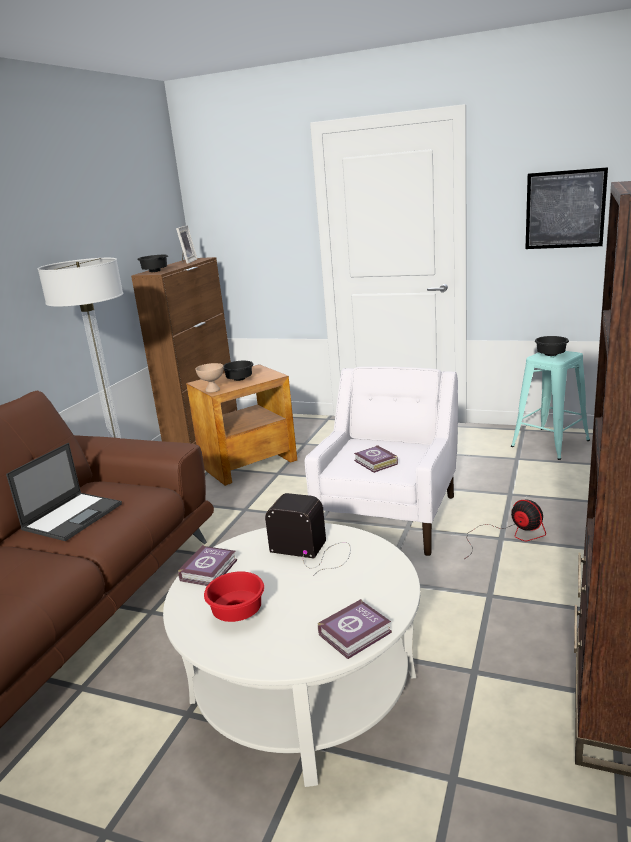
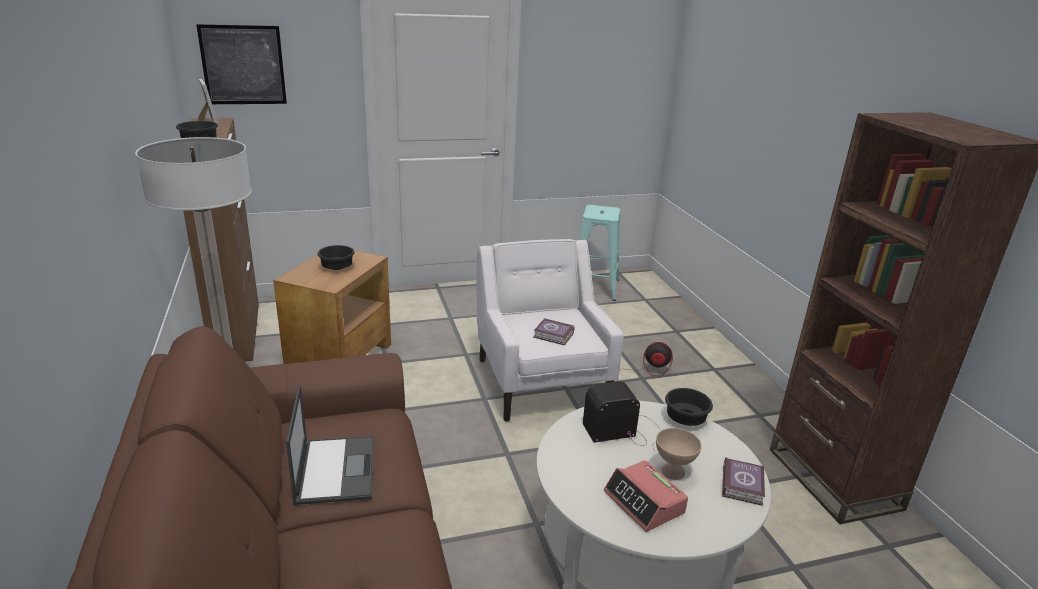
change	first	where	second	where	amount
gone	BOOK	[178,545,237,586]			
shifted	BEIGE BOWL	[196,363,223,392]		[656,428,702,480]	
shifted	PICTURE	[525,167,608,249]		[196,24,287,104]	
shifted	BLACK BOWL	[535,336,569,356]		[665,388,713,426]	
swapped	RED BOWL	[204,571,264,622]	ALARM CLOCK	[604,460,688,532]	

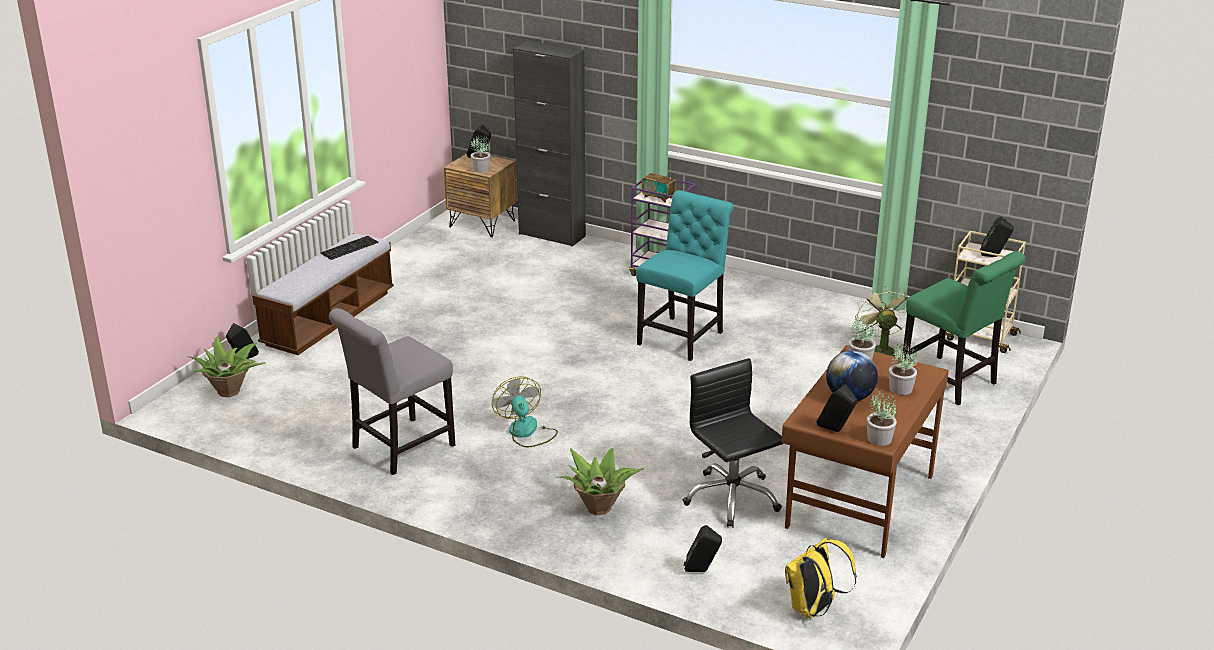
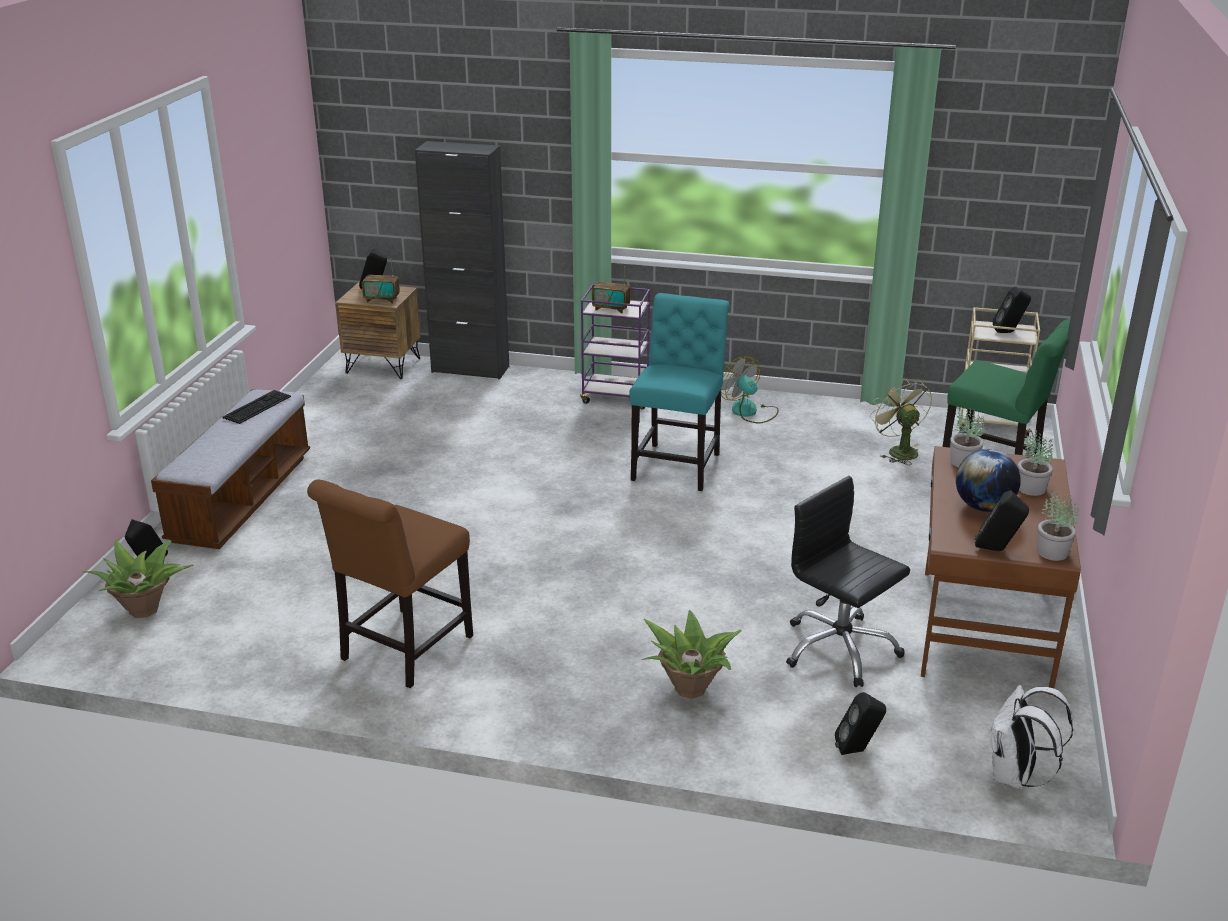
change	first	where	second	where	amount
shifted	FAN	[492,377,558,447]		[721,357,779,423]	
swapped	POTTED PLANT	[470,135,491,172]	RADIO	[362,258,400,303]	
repainted	GREY CHAIR	[329,308,455,475]	BROWN CHAIR	[307,480,473,688]	
repainted	YELLOW BACKPACK	[785,538,857,618]	WHITE BACKPACK	[990,685,1073,789]	

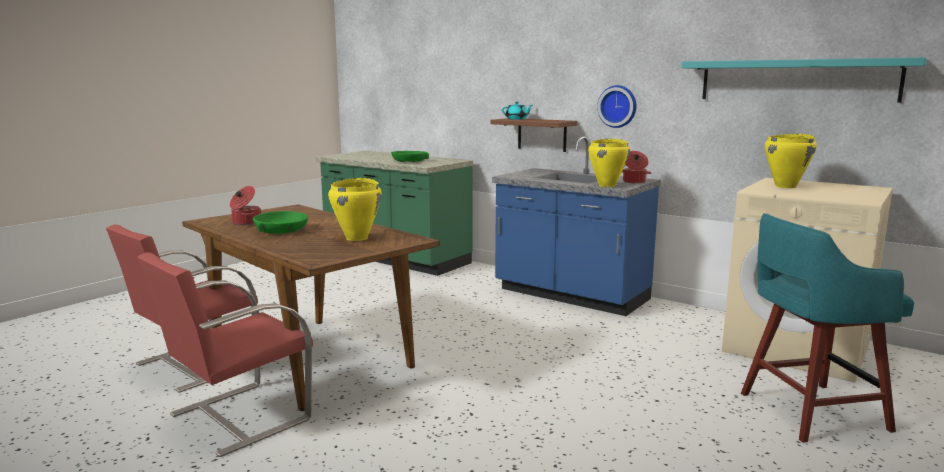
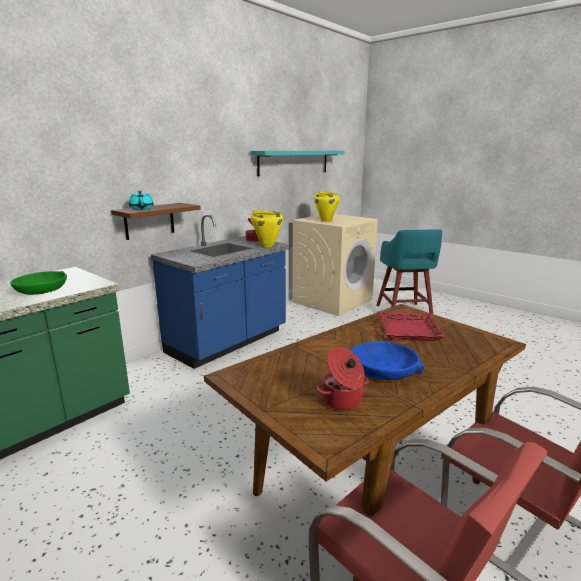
change	first	where	second	where	amount
gone	WALL CLOCK	[597,85,636,128]			
swapped	YELLOW COOKING POT	[328,178,382,241]	RED TRAY	[378,311,445,341]	
repainted	GREEN BOWL	[253,211,308,234]	BLUE BOWL	[351,341,424,380]	

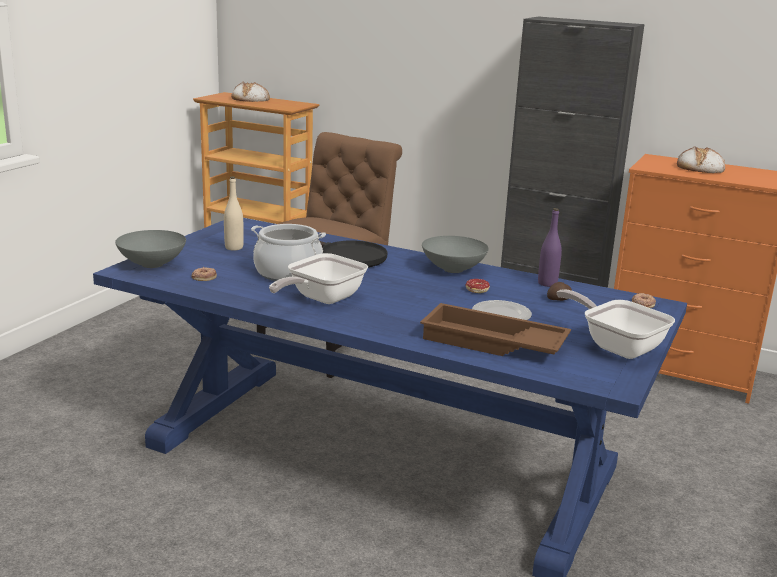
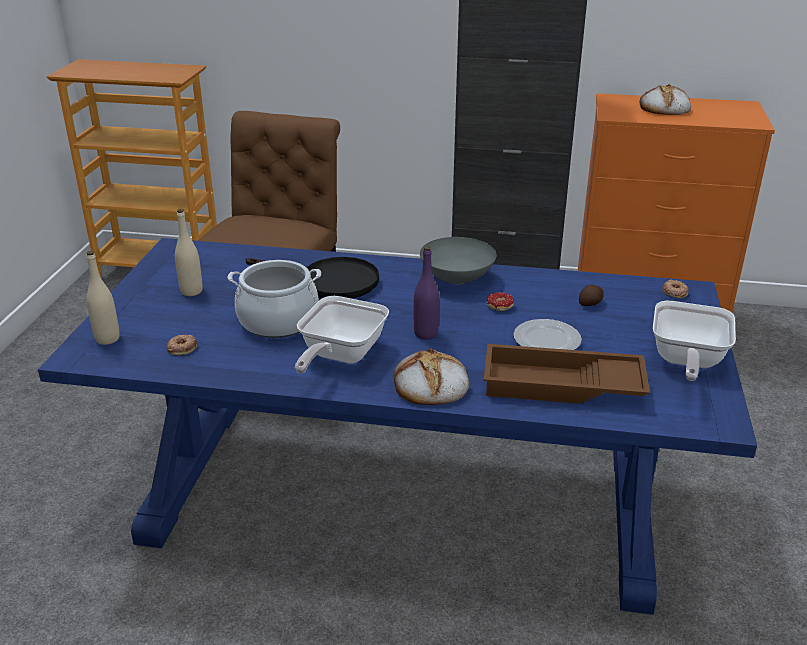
change	first	where	second	where	amount
shifted	BREAD	[231,82,270,102]		[394,348,469,405]	
shifted	PURPLE BOTTLE	[538,208,562,287]		[414,247,439,340]	
swapped	GREY BOWL	[115,230,186,268]	BEIGE BOTTLE	[86,251,120,345]	
rotated	FRYING PAN	[556,289,675,359]		[653,301,736,381]	105 degrees counterclockwise

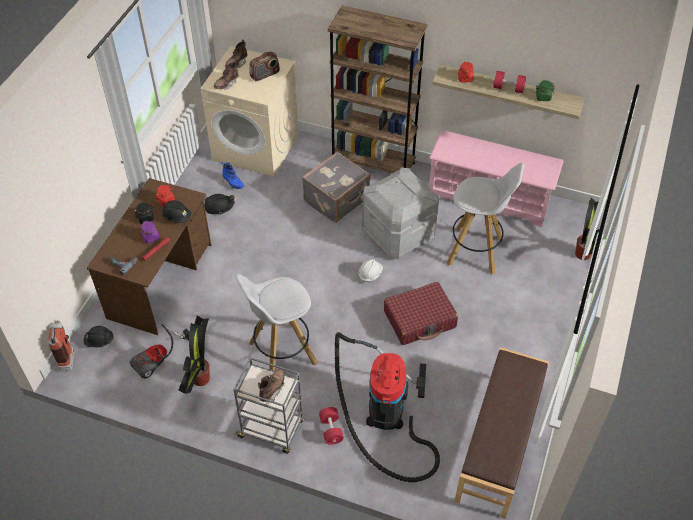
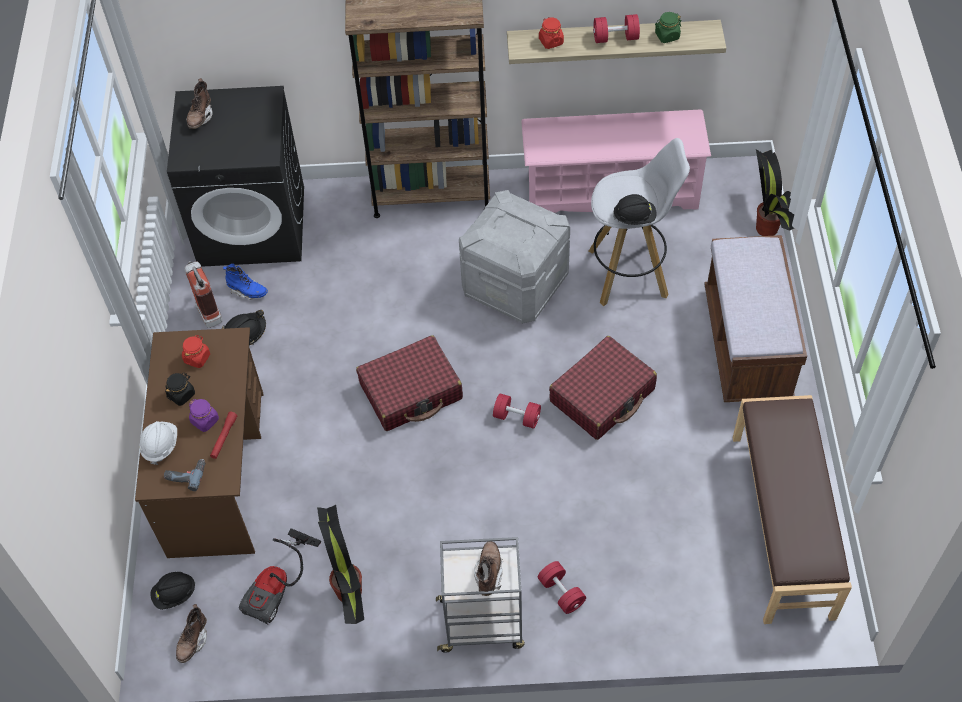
change	first	where	second	where	amount
gone	WHITE STOOL	[235,274,317,371]			
gone	RADIO	[249,52,280,81]			
gone	GREY SUITCASE	[302,152,371,223]			
gone	VACUUM CLEANER	[335,332,440,482]			
new			RED SUITCASE	[356,335,463,431]	
new			RED DUMBBELL	[493,393,541,429]	
new			BROWN BENCH	[704,235,807,402]	
shifted	FIRE EXTINGUISHER	[48,320,74,371]		[184,261,223,328]	
shifted	BLACK HARD HAT	[162,201,191,223]		[613,194,657,225]	
shifted	BROWN BOOT	[214,60,239,89]		[176,604,207,663]	
shifted	WHITE HARD HAT	[359,259,383,284]		[140,421,177,465]	
repainted	BEIGE WASHING MACHINE	[201,46,298,177]	BLACK WASHING MACHINE	[167,86,304,267]	

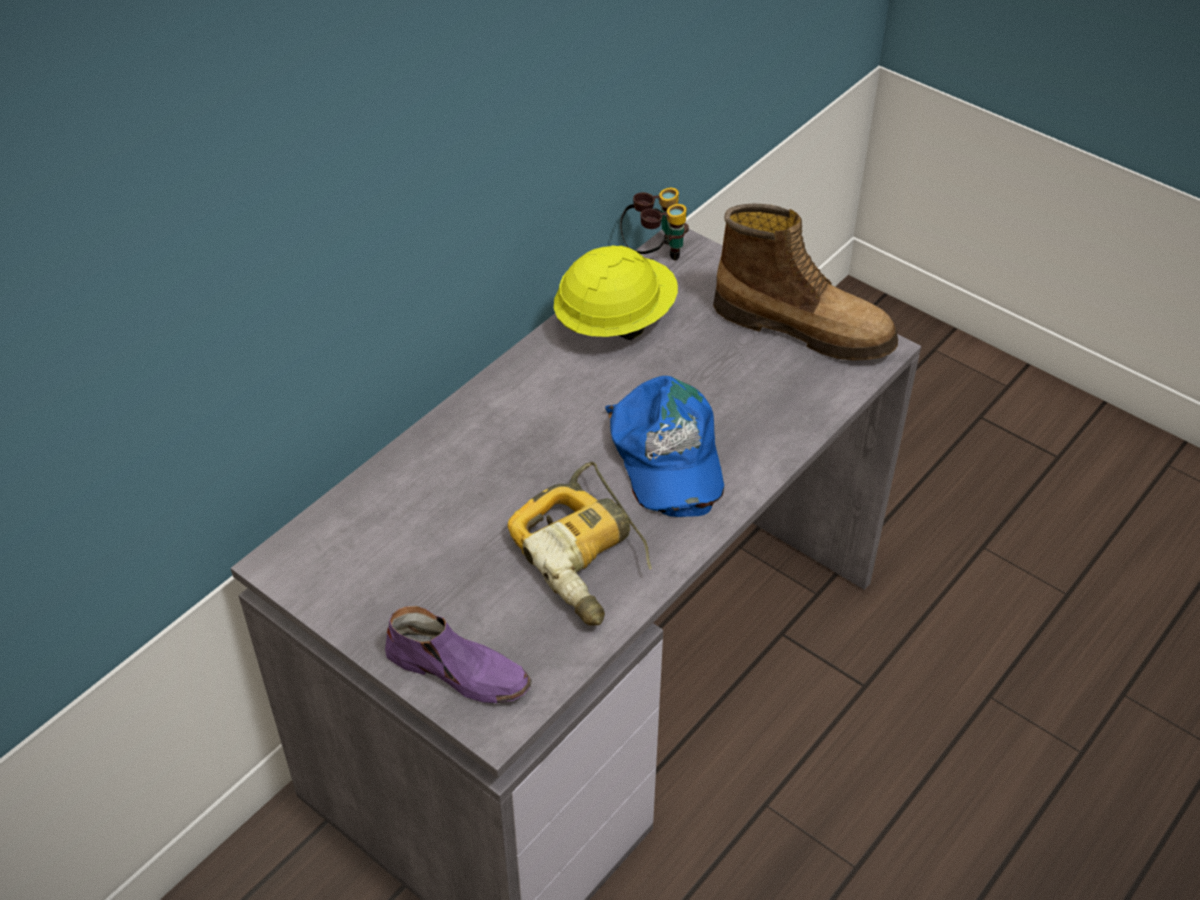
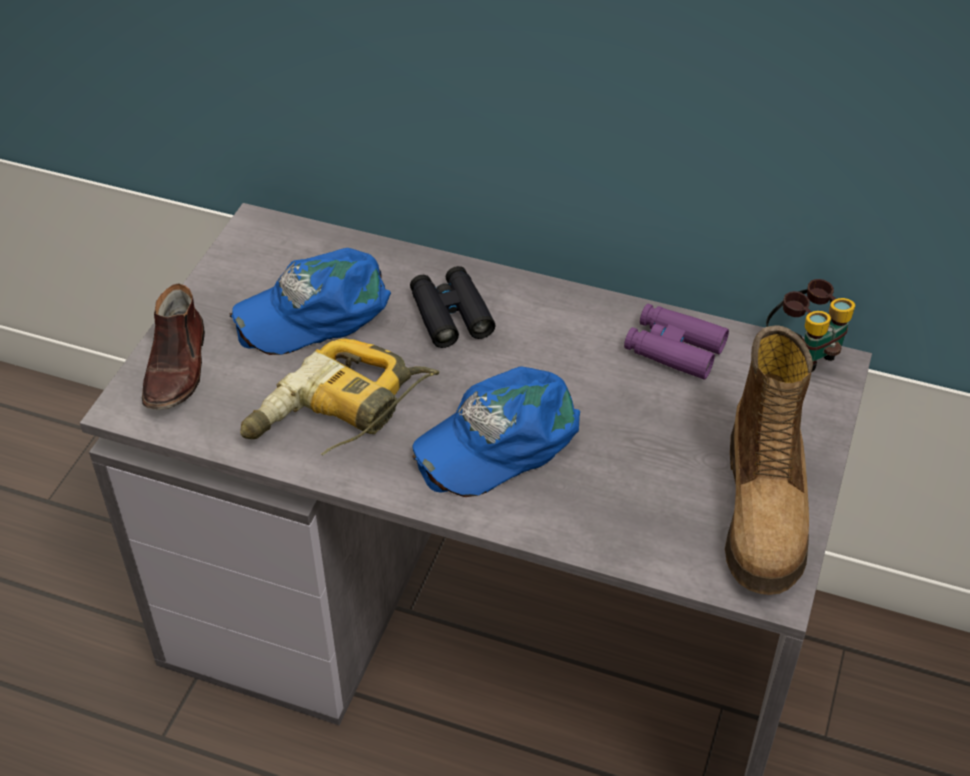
change	first	where	second	where	amount
new			BLUE CAP	[229,248,391,355]	
new			BLACK BINOCULARS	[410,266,496,348]	
swapped	YELLOW HARD HAT	[554,245,678,340]	PURPLE BINOCULARS	[624,304,729,379]	
repainted	PURPLE SHOE	[385,606,532,703]	BROWN SHOE	[142,283,205,410]	

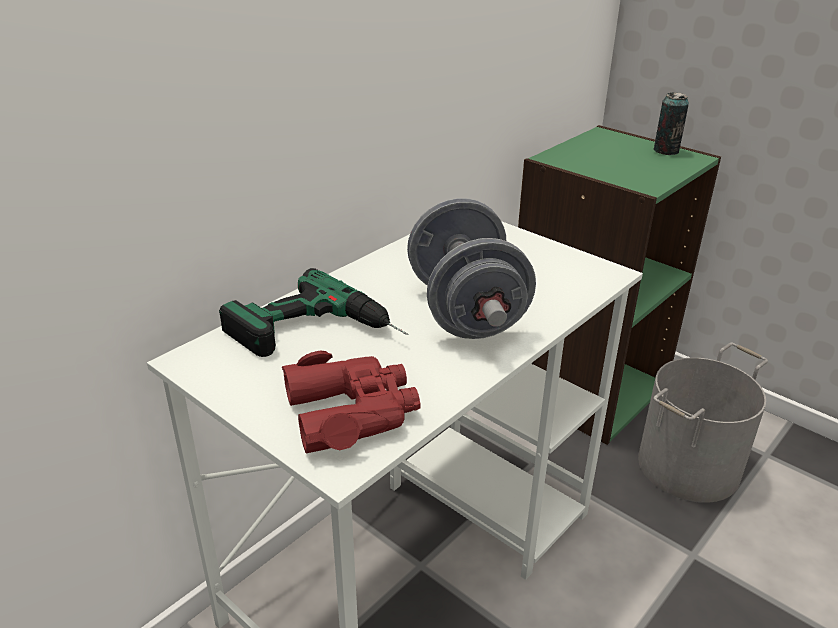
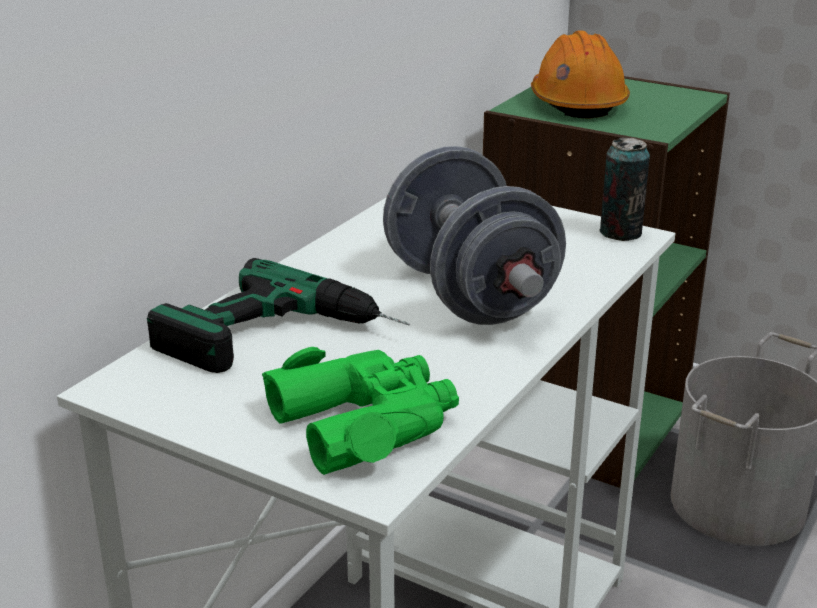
change	first	where	second	where	amount
new			ORANGE HARD HAT	[531,31,630,119]	
shifted	CAN	[654,92,689,155]		[599,137,650,241]	
repainted	RED BINOCULARS	[282,351,421,453]	GREEN BINOCULARS	[262,347,459,475]	

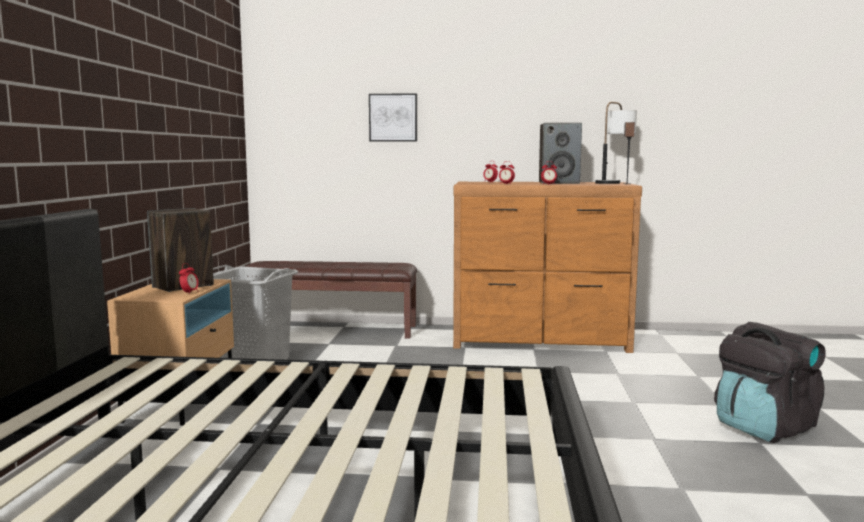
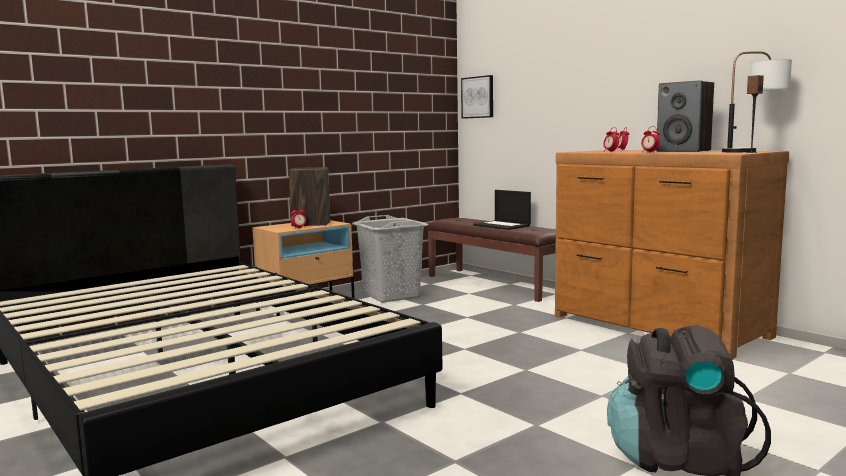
change	first	where	second	where	amount
new			LAPTOP	[473,190,531,230]	
shifted	PICTURE	[369,93,417,142]		[461,75,493,119]	

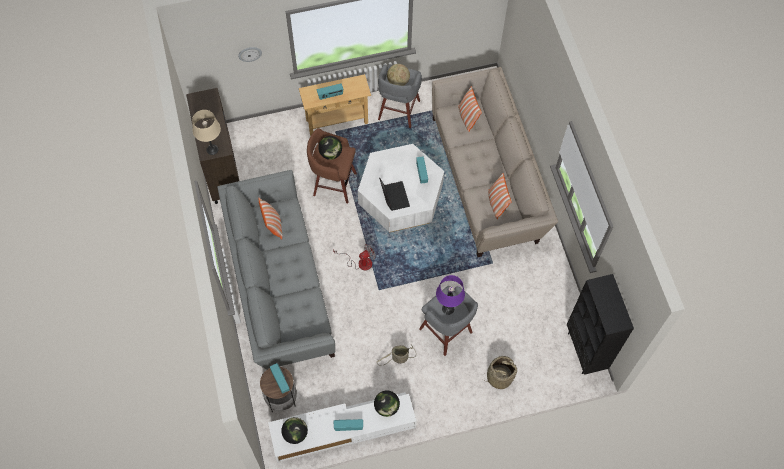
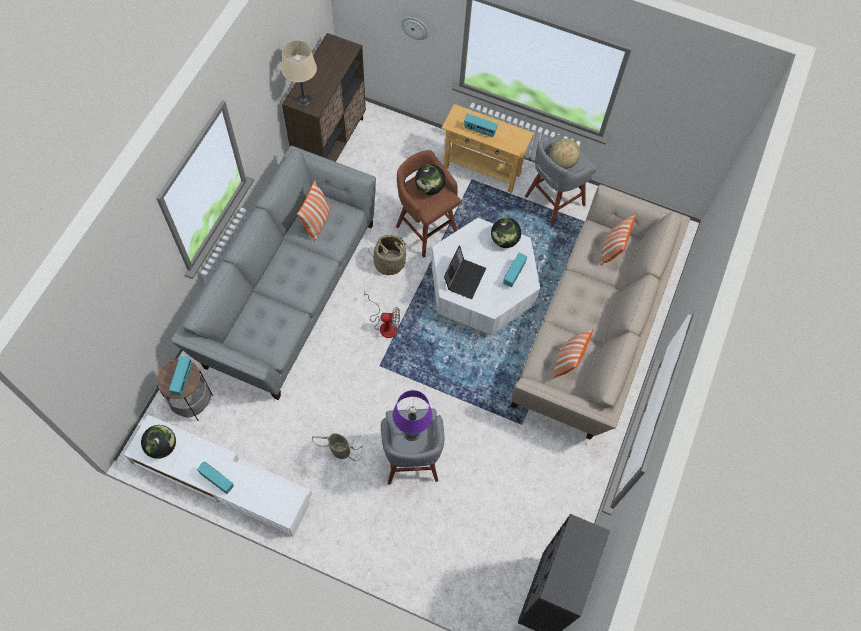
change	first	where	second	where	amount
shifted	GLOBE	[374,390,400,417]		[491,218,521,248]	
shifted	BASKET	[483,356,517,389]		[368,235,408,275]	

